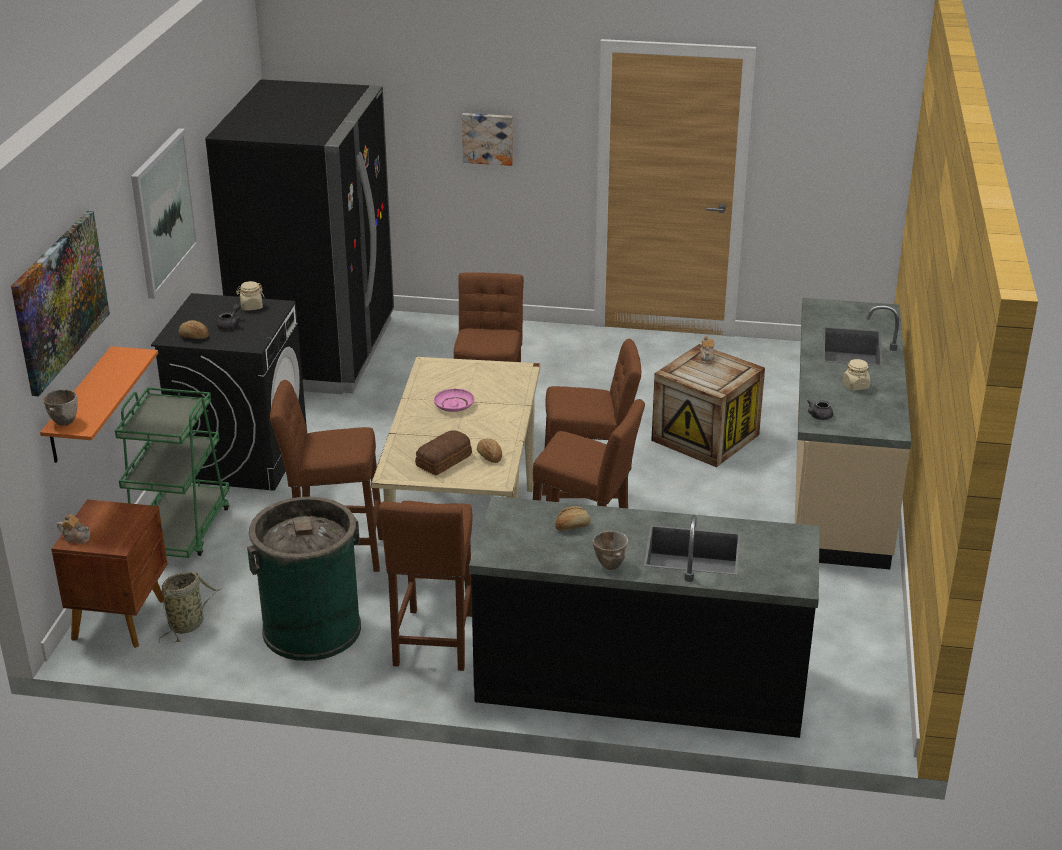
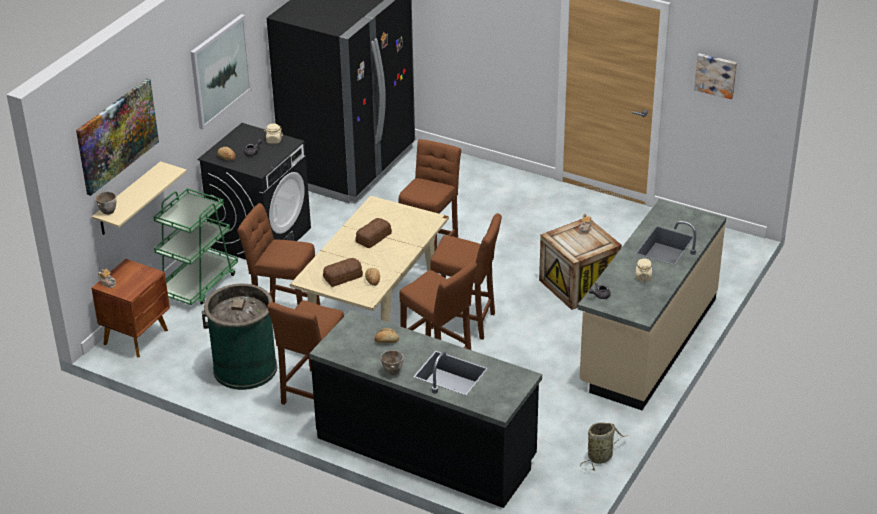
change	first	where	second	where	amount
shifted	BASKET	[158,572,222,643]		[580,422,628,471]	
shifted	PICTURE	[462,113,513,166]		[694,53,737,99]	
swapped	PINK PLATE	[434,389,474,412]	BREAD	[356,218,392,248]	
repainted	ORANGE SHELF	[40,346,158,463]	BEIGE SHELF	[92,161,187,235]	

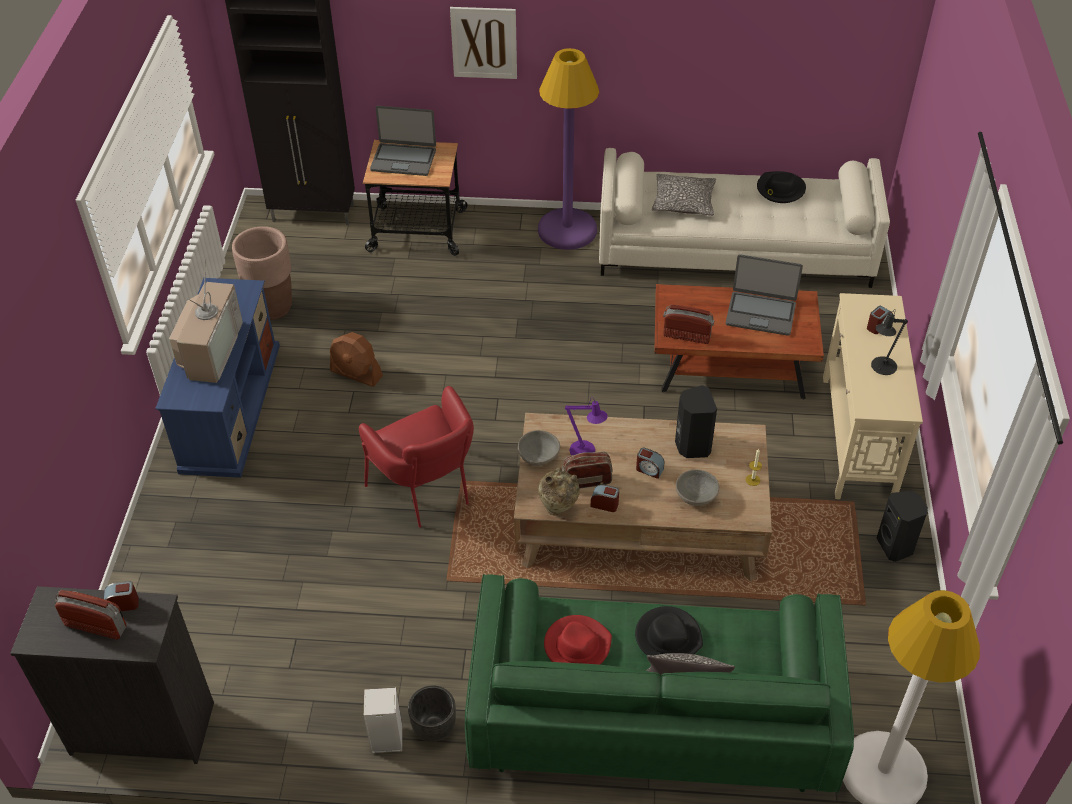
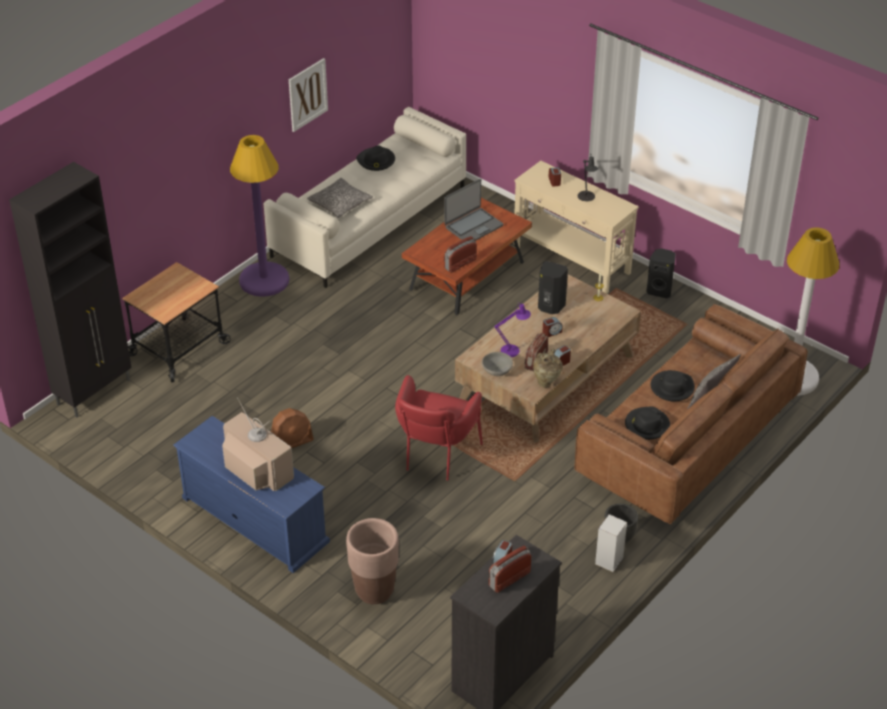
change	first	where	second	where	amount
gone	LAPTOP	[370,106,436,176]			
gone	GREY BOWL	[676,470,719,506]			
shifted	BROWN PLANTER	[232,226,292,320]		[346,518,399,604]	
shifted	PICTURE	[450,7,517,79]		[289,58,328,132]	
repainted	GREEN SOFA	[465,574,854,793]	BROWN SOFA	[575,304,807,524]	
repainted	RED HAT	[544,615,612,665]	BLACK HAT	[625,407,670,440]	
rotated	RED ARMCHAIR	[359,386,474,528]		[395,375,483,481]	105 degrees clockwise

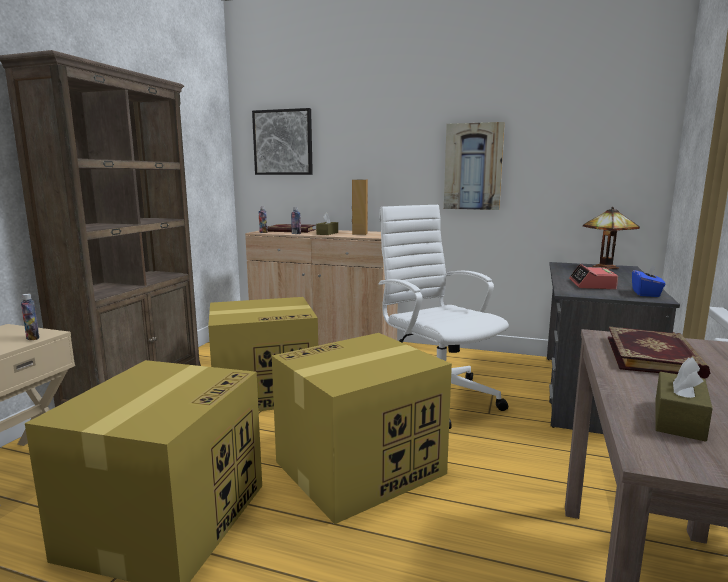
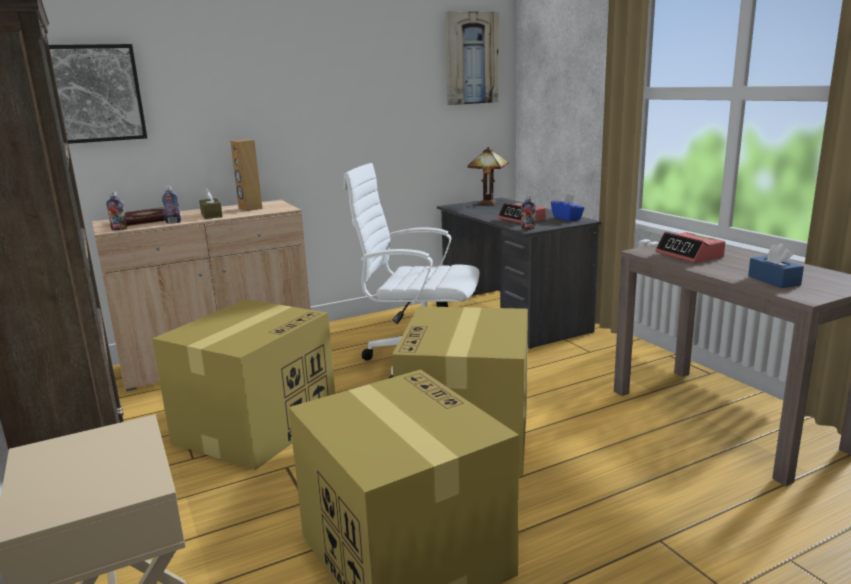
change	first	where	second	where	amount
shifted	BOTTLE	[21,294,40,340]		[521,195,536,230]	
shifted	PICTURE	[444,122,505,210]		[445,11,499,105]	
swapped	BOOK	[608,326,710,379]	ALARM CLOCK	[655,232,725,263]	
repainted	BROWN TISSUE BOX	[655,357,713,442]	BLUE TISSUE BOX	[748,243,804,288]	

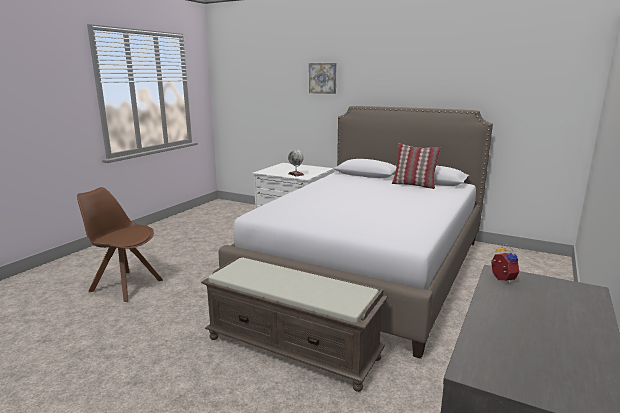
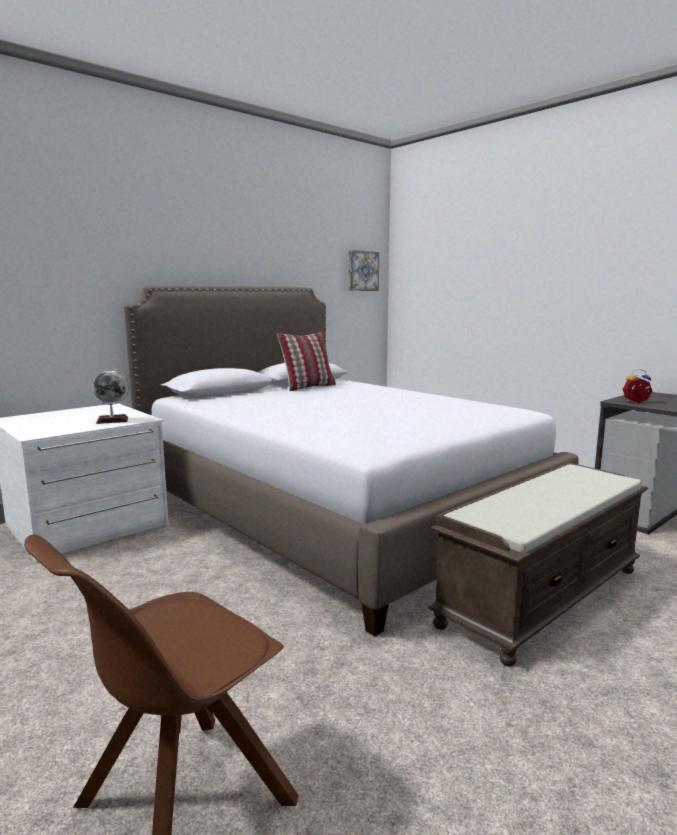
change	first	where	second	where	amount
shifted	PICTURE	[309,63,336,94]		[348,250,379,291]	

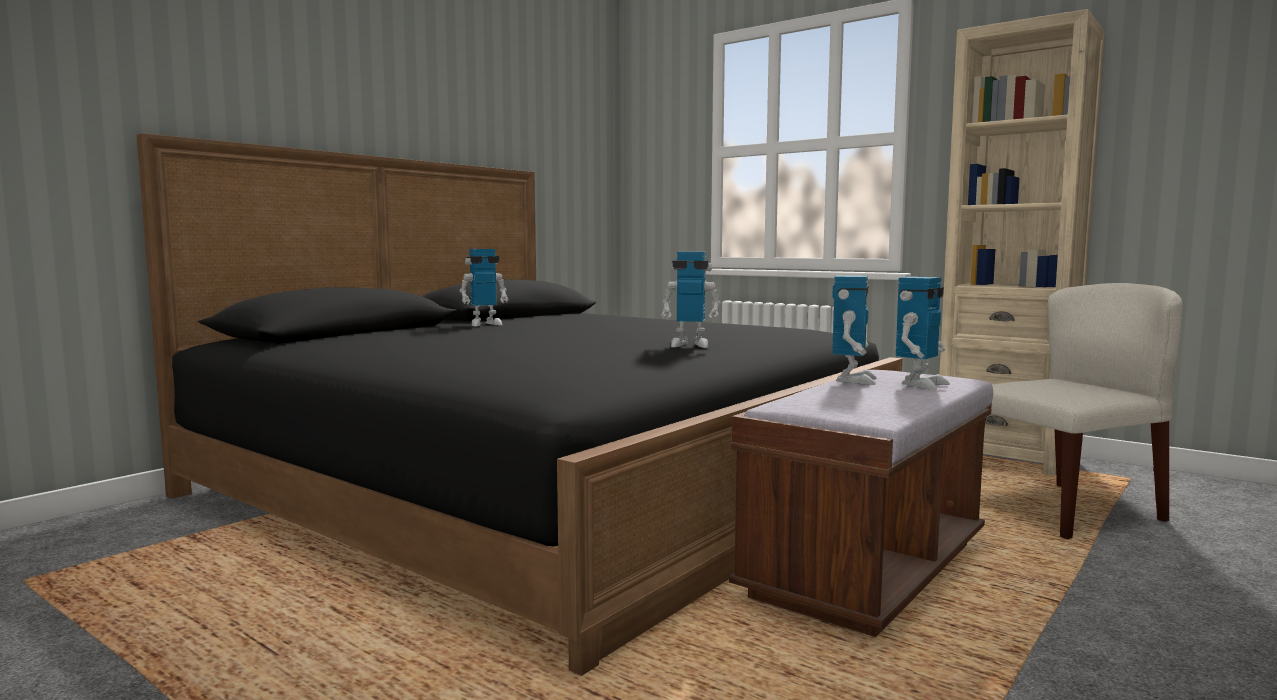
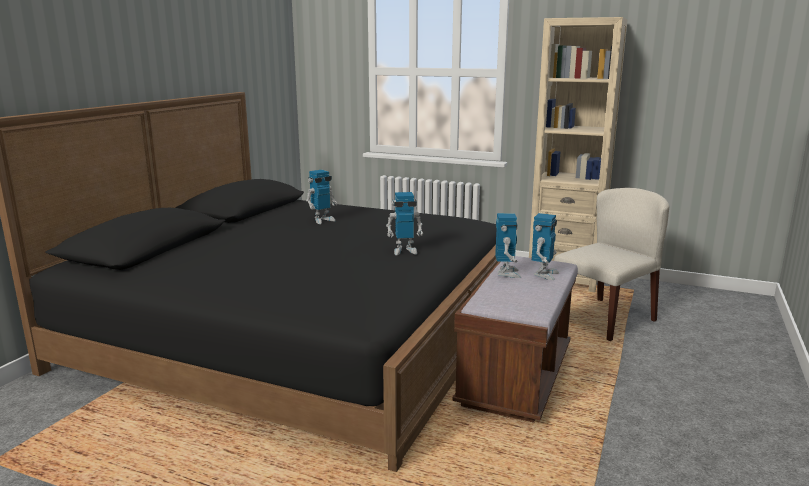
change	first	where	second	where	amount
shifted	TOY ROBOT	[459,249,509,326]		[306,170,337,224]	

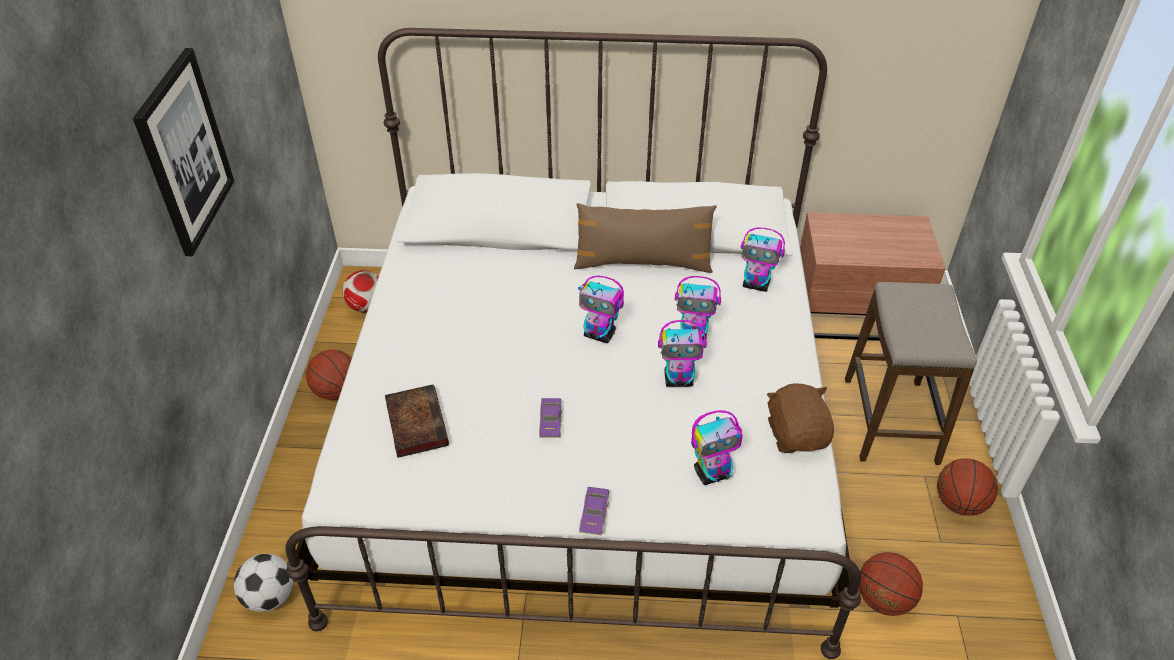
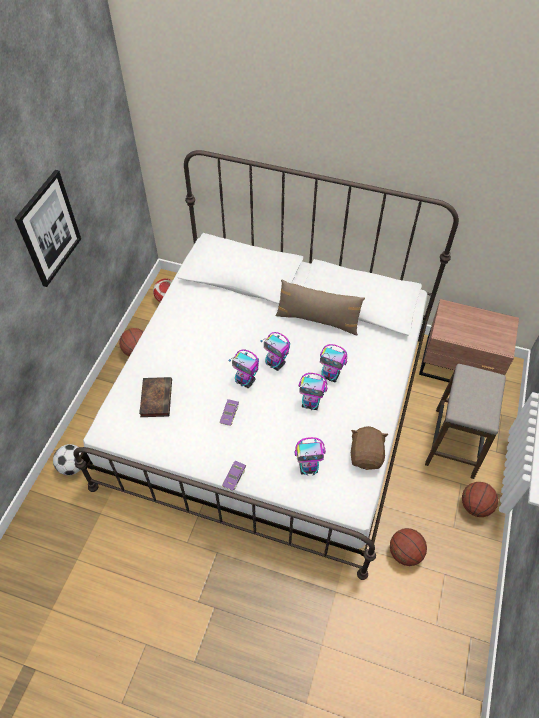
change	first	where	second	where	amount
shifted	TOY ROBOT	[741,227,785,292]		[229,350,259,388]	

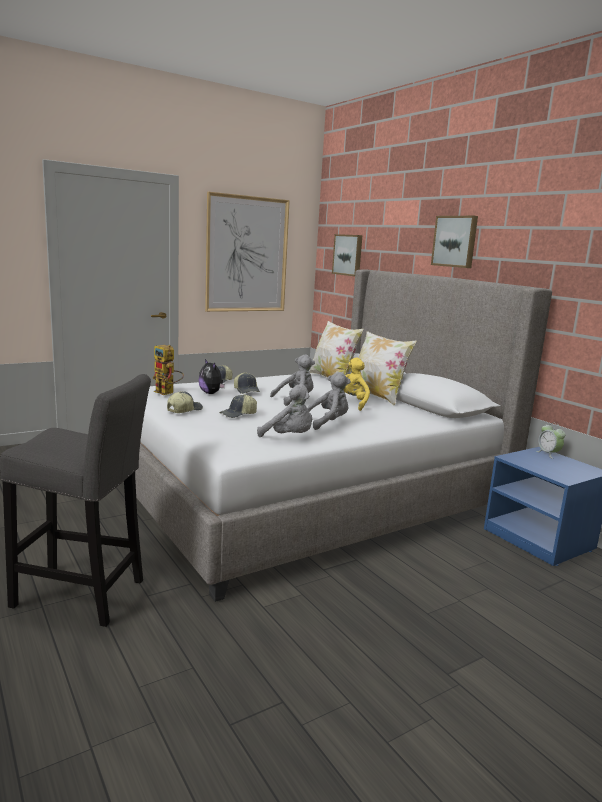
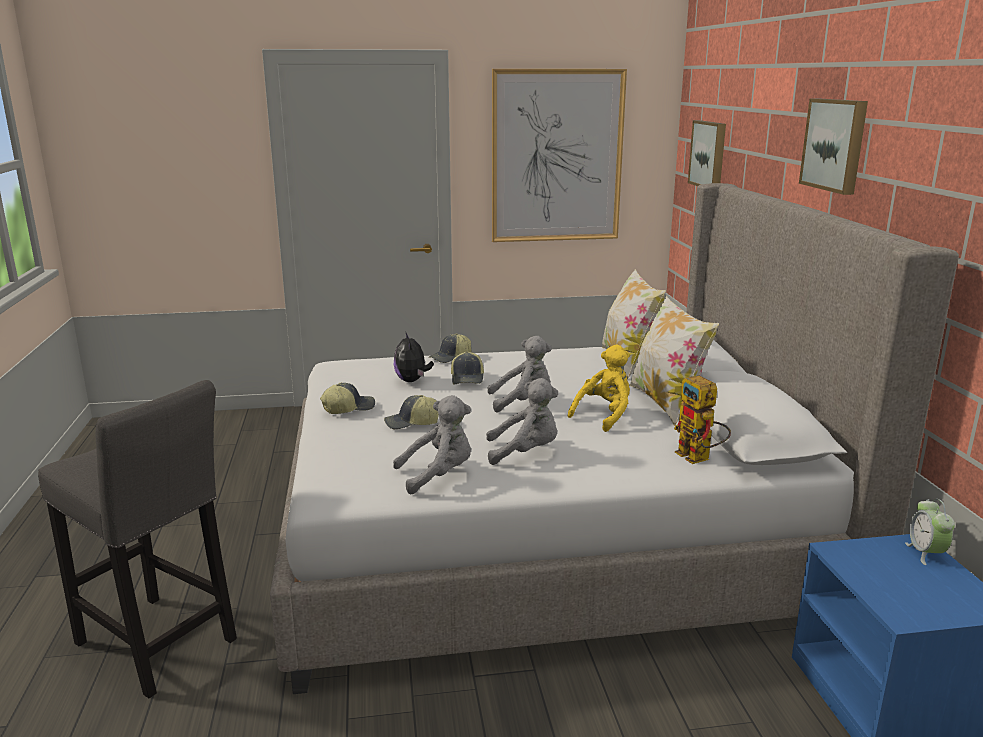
change	first	where	second	where	amount
shifted	TOY ROBOT	[152,345,184,395]		[674,375,731,464]	
rotated	GREY PLUSH TOY	[257,384,312,437]		[393,395,471,494]	75 degrees counterclockwise

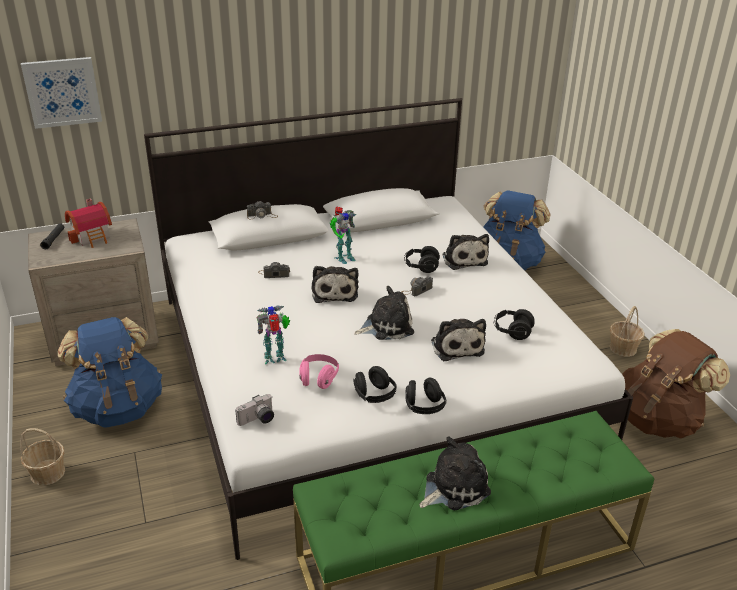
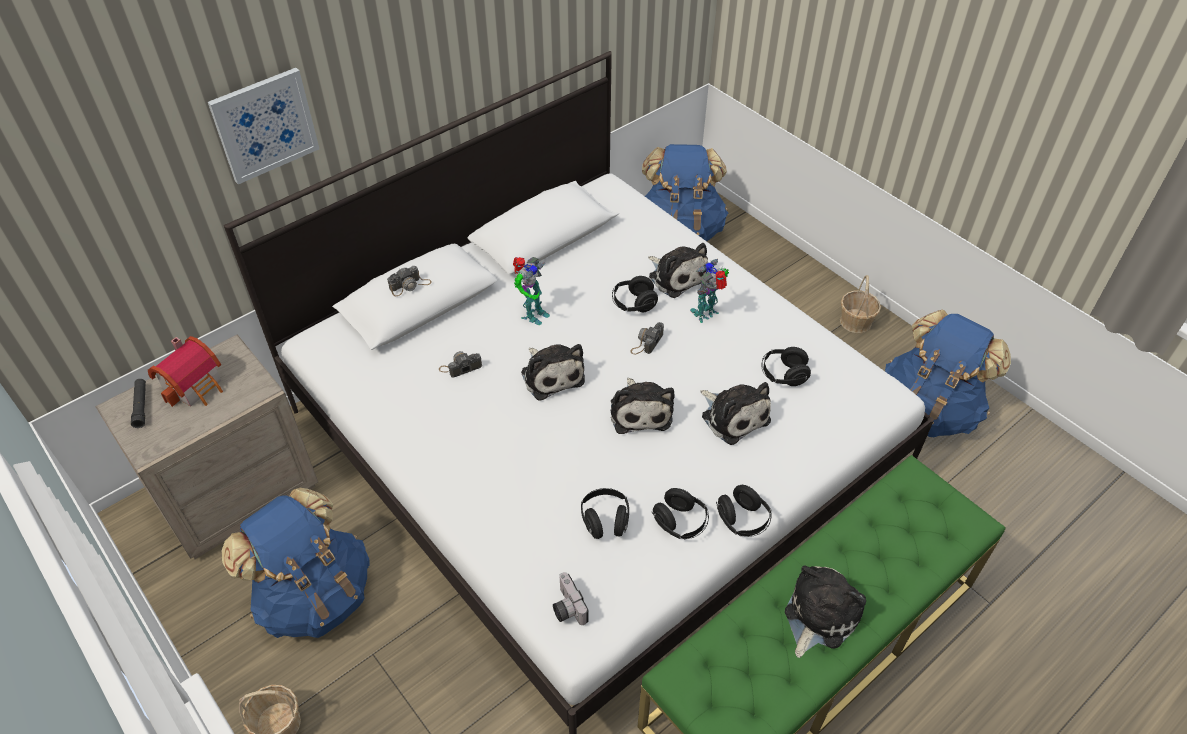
change	first	where	second	where	amount
shifted	PICTURE	[21,57,102,129]		[208,68,319,184]	
shifted	TOY ROBOT	[257,305,290,364]		[690,259,729,323]	
repainted	PINK HEADPHONES	[299,354,339,389]	BLACK HEADPHONES	[581,488,629,539]	
repainted	BROWN BACKPACK	[623,329,730,439]	BLUE BACKPACK	[885,310,1011,437]	
rotated	PHOTO CAMERA	[235,394,274,426]		[553,572,589,625]	120 degrees clockwise
rotated	PLUSH TOY	[354,286,414,340]		[611,378,674,434]	120 degrees clockwise

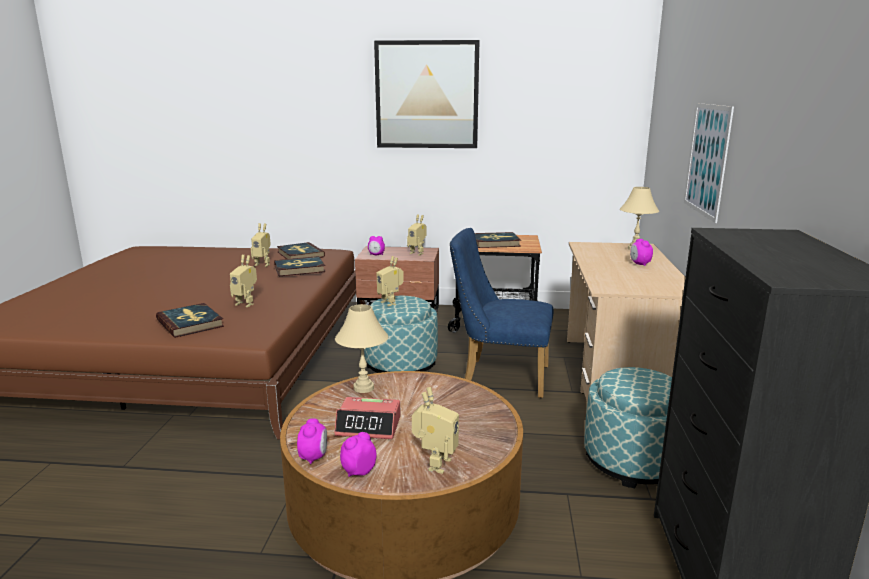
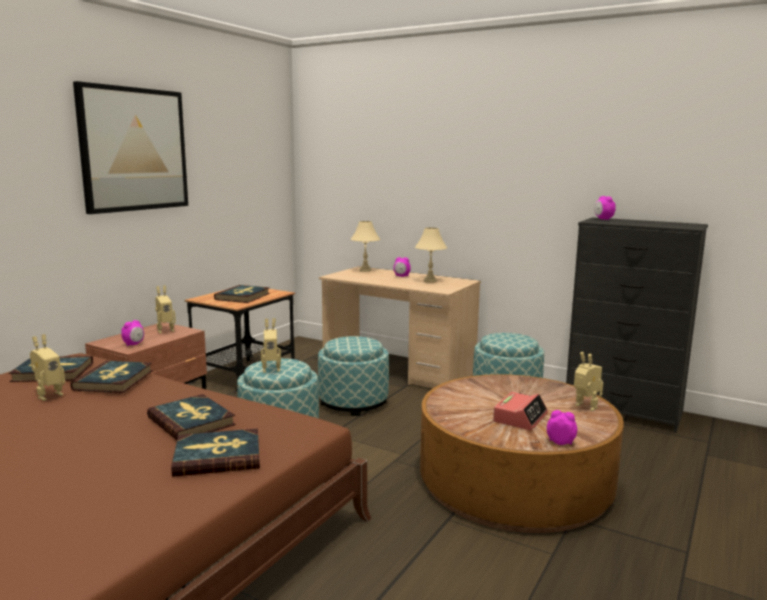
change	first	where	second	where	amount
gone	PICTURE	[684,103,734,223]			
shifted	BEIGE TABLE LAMP	[335,304,388,393]		[415,228,447,283]	
shifted	ALARM CLOCK	[340,432,377,477]		[595,196,616,220]	
swapped	TOY ROBOT	[230,255,257,307]	BOOK	[147,394,236,440]	
swapped	BLUE CHAIR	[450,228,554,398]	OTTOMAN	[318,336,389,416]	

